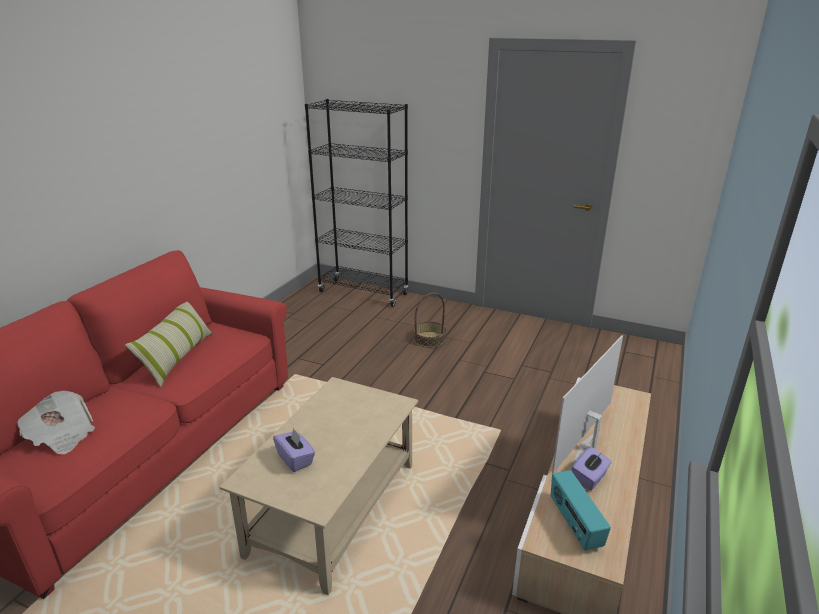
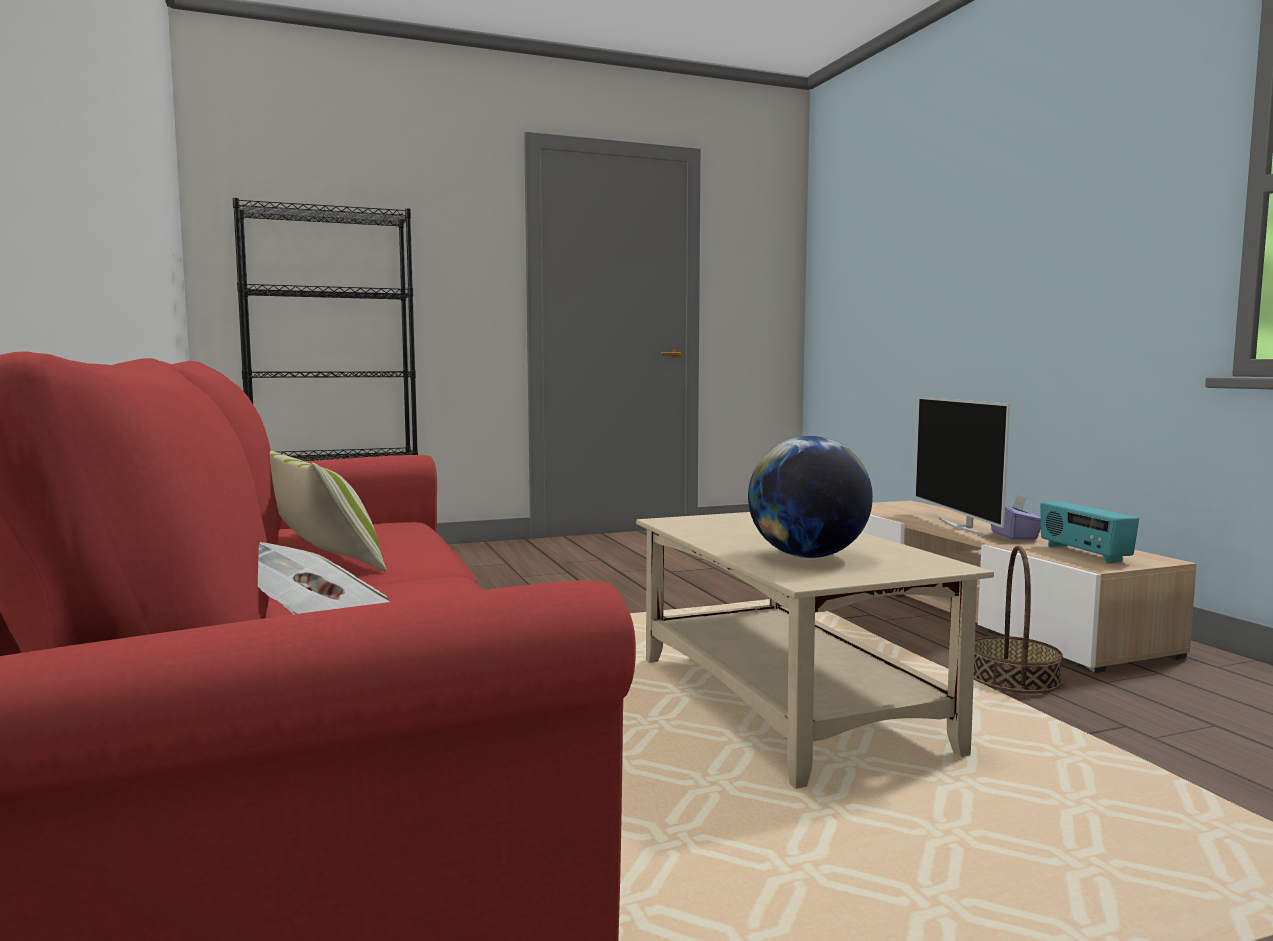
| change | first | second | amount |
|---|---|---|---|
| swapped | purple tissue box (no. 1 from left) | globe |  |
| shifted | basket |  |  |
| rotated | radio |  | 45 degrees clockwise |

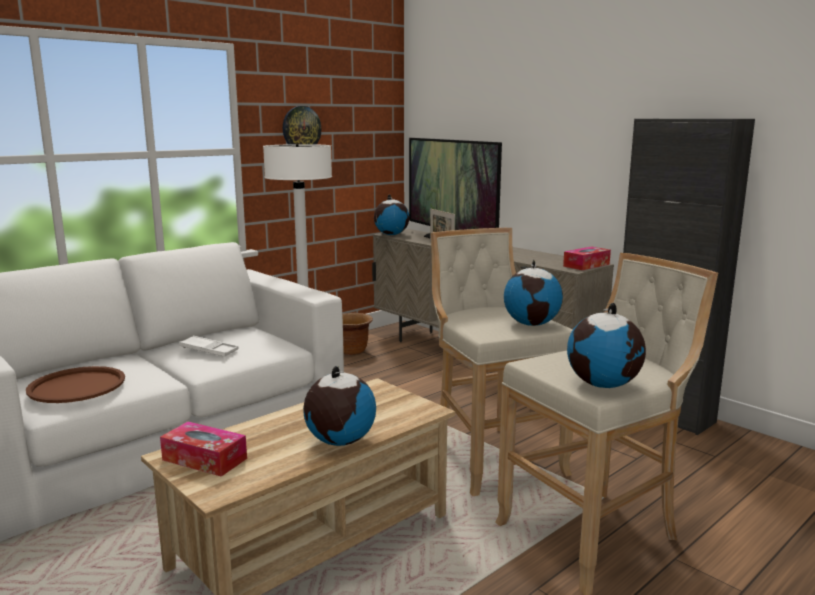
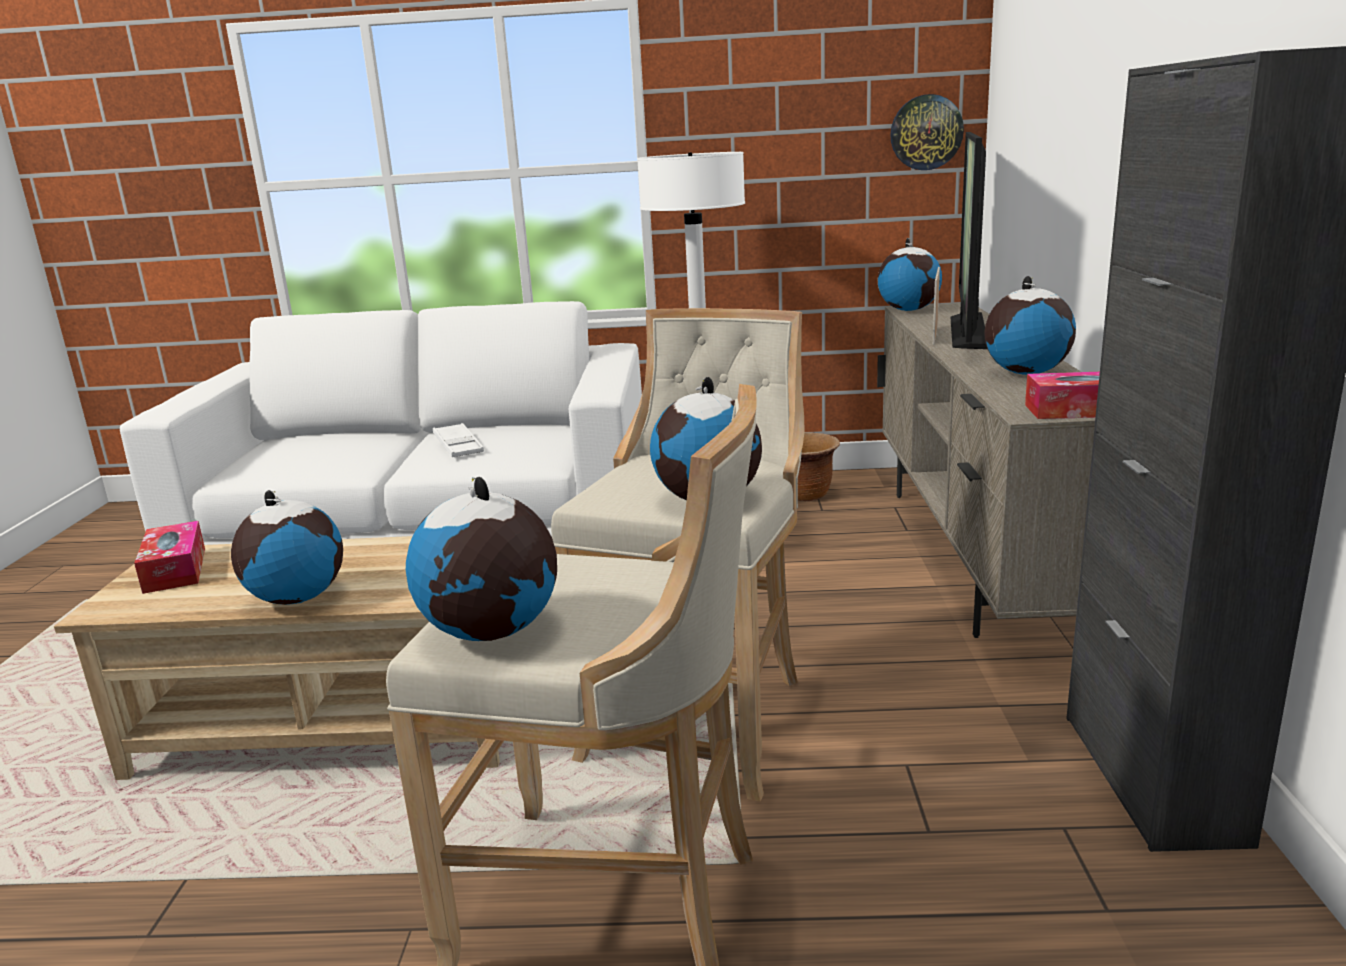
| change | first | second | amount |
|---|---|---|---|
| shifted | wall clock |  |  |
| new |  | globe (no. 5 from left) |  |
| gone | brown tray |  |  |

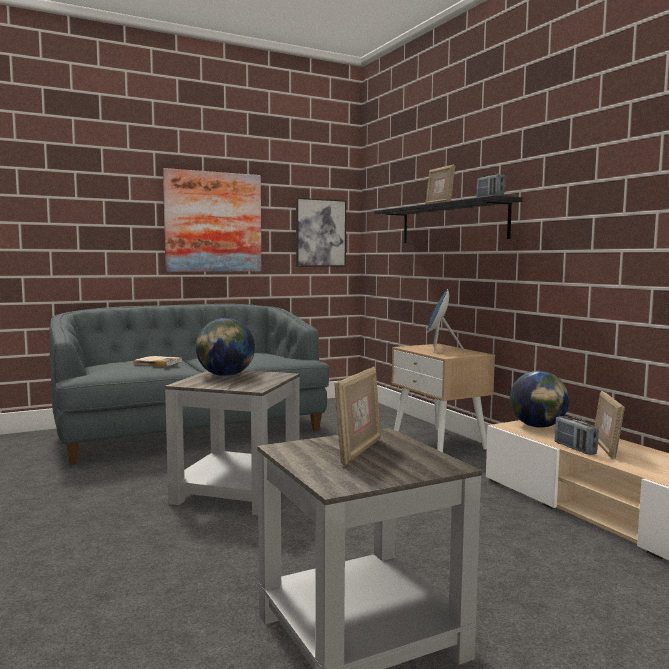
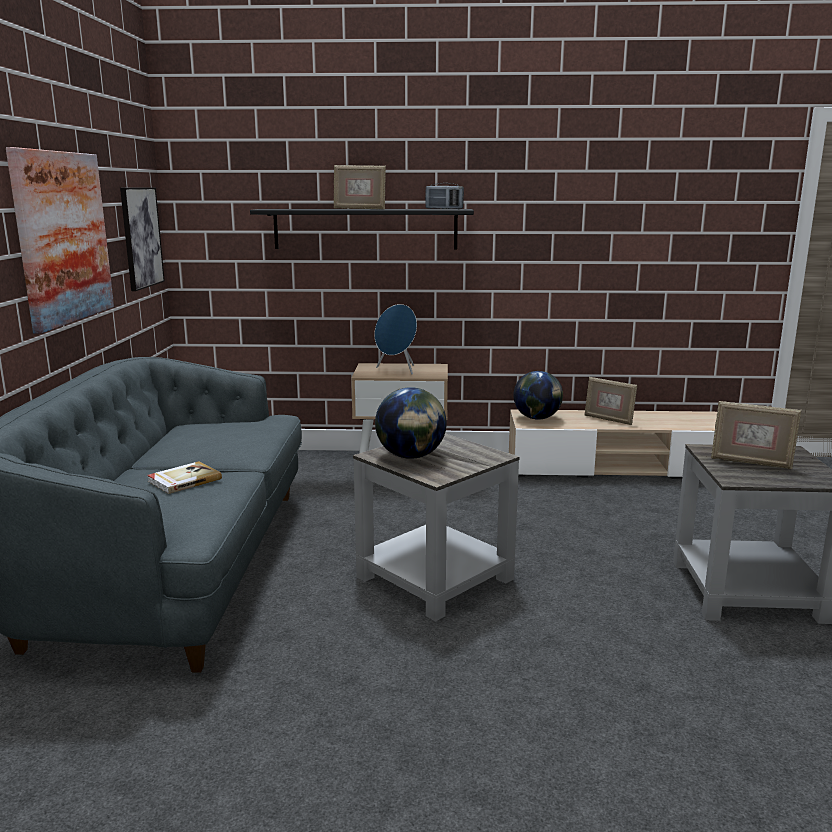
| change | first | second | amount |
|---|---|---|---|
| rotated | picture frame (no. 1 from left in the first image) | picture frame (no. 3 from left) | 150 degrees clockwise |
| gone | radio (no. 2 from left) |  |  |

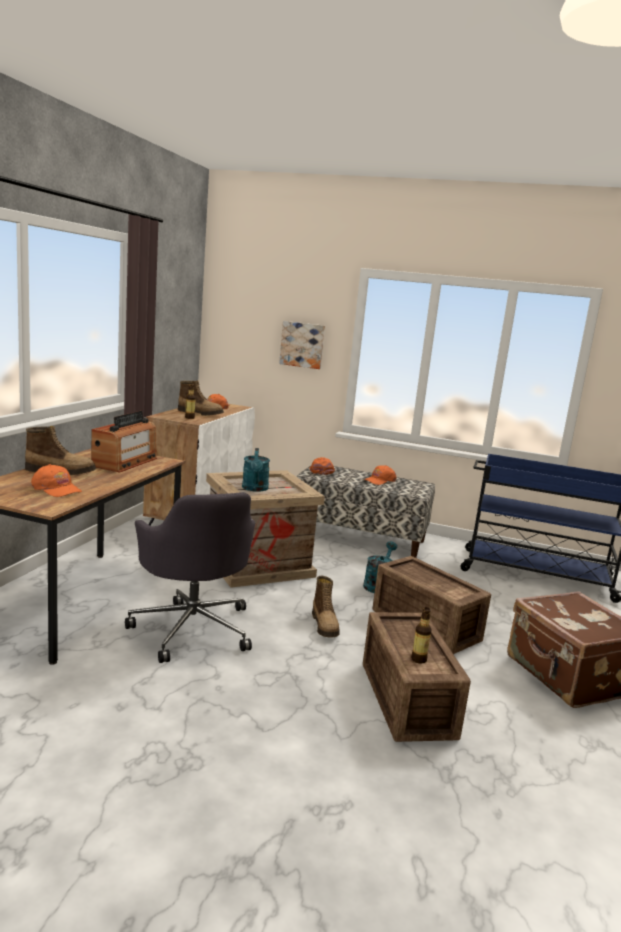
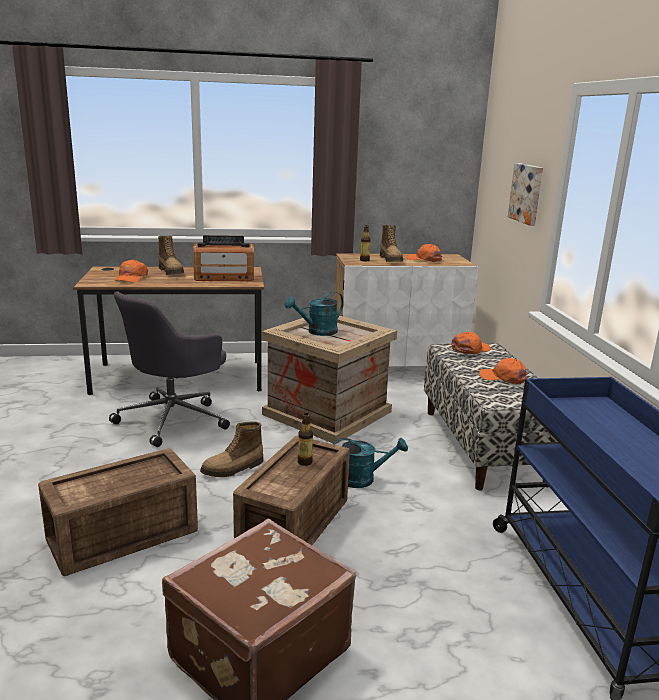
| change | first | second | amount |
|---|---|---|---|
| shifted | bottle (no. 2 from left in the first image) | bottle (no. 1 from left) |  |

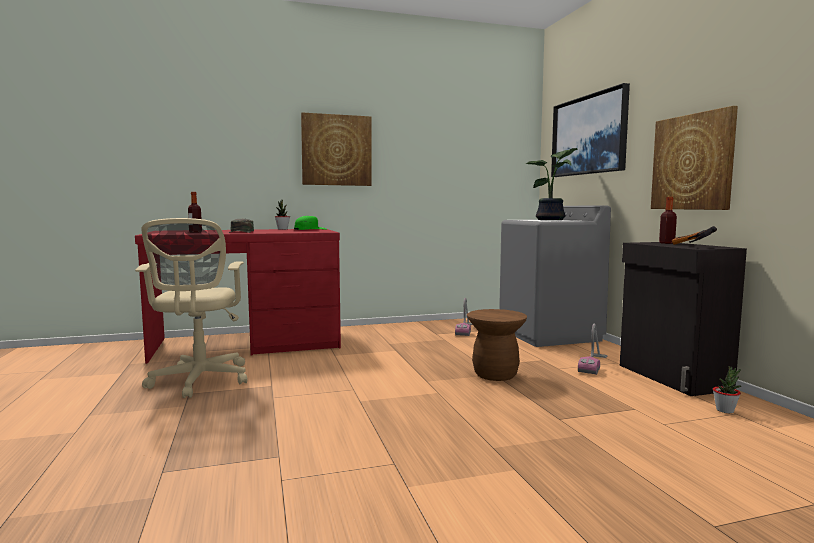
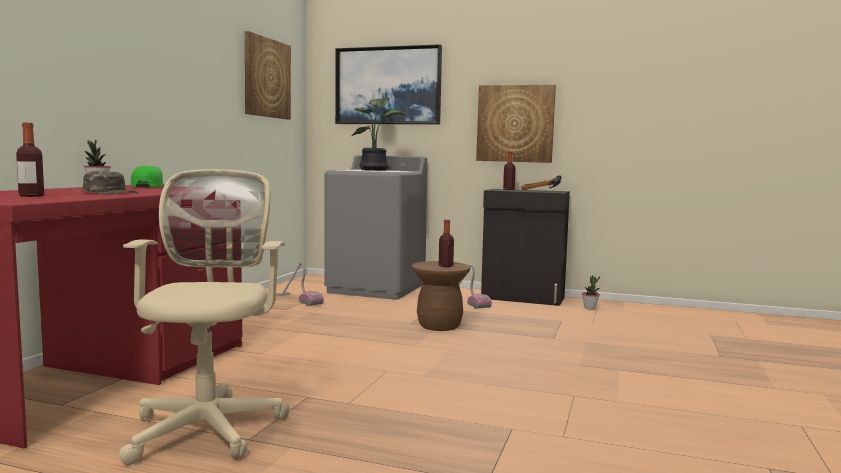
| change | first | second | amount |
|---|---|---|---|
| rotated | beige office chair |  | 120 degrees counterclockwise |
| shifted | picture (no. 1 from left) |  |  |
| new |  | bottle (no. 2 from left) |  |

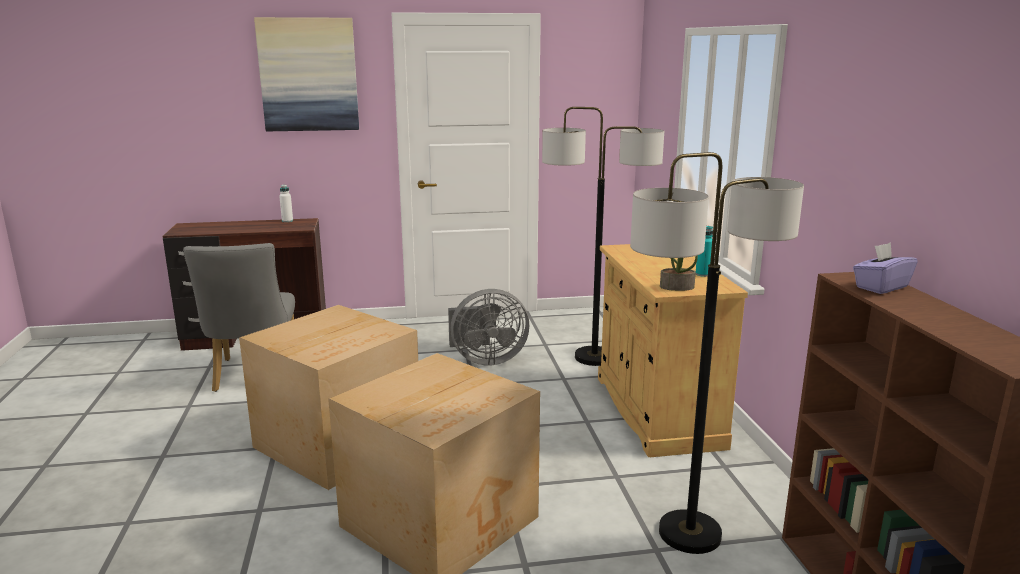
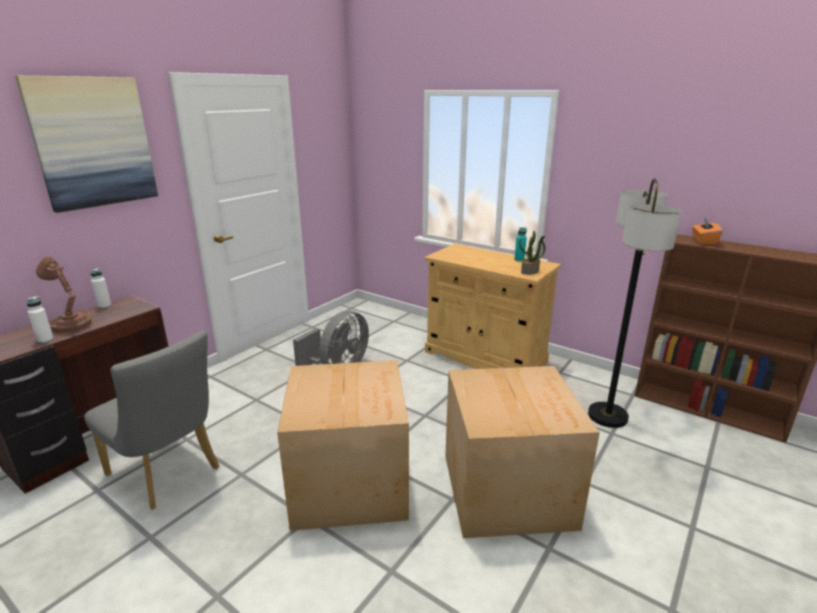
| change | first | second | amount |
|---|---|---|---|
| new |  | white bottle (no. 1 from left) |  |
| new |  | brown table lamp |  |
| repainted | purple tissue box | orange tissue box |  |
| gone | floor lamp (no. 1 from left) |  |  |

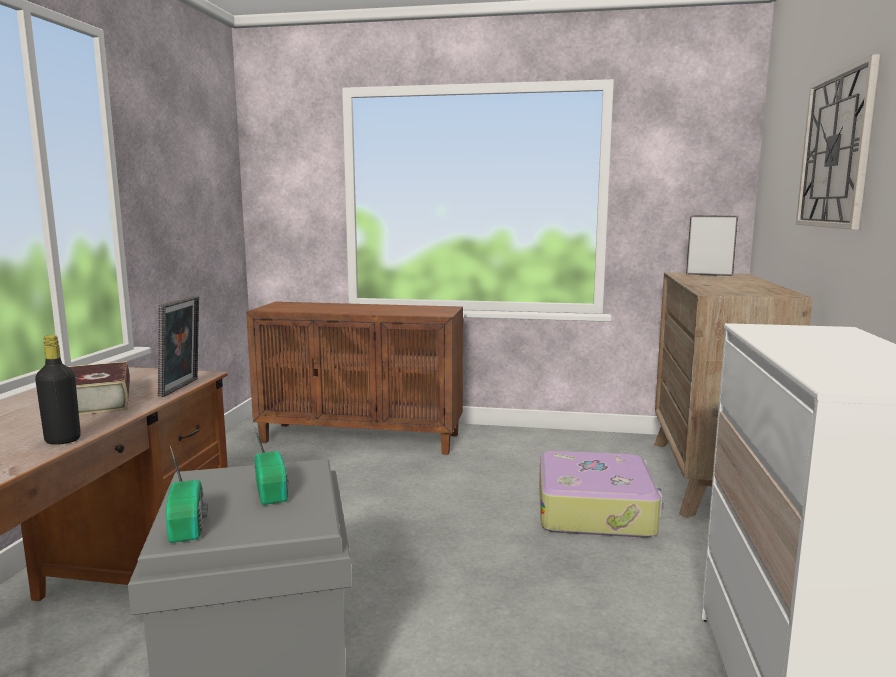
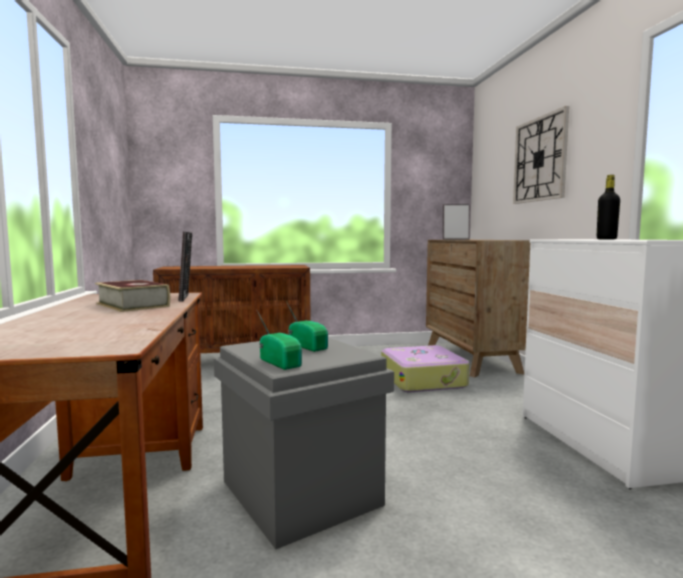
| change | first | second | amount |
|---|---|---|---|
| shifted | black bottle |  |  |

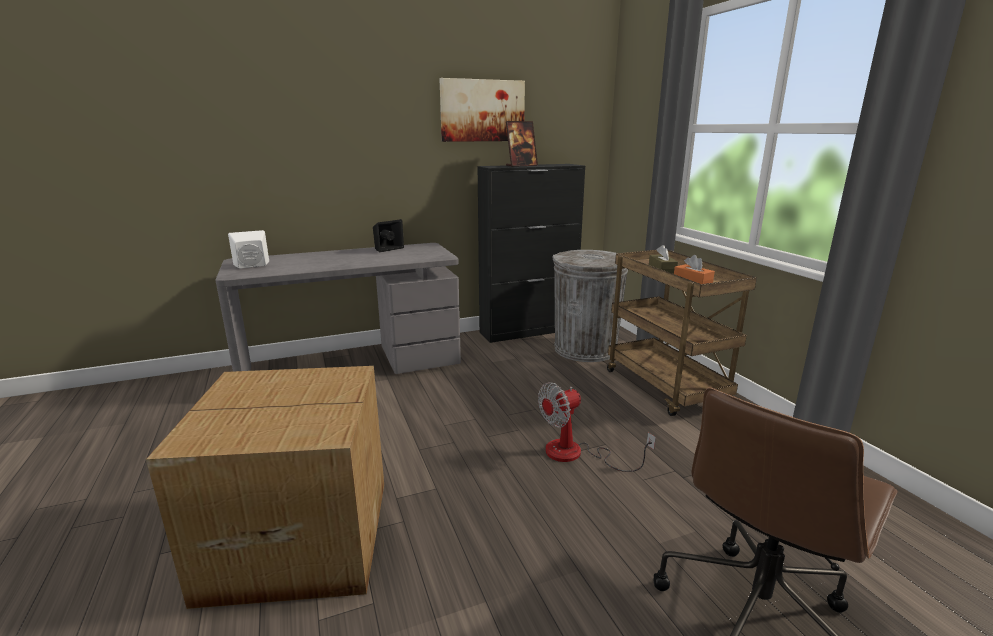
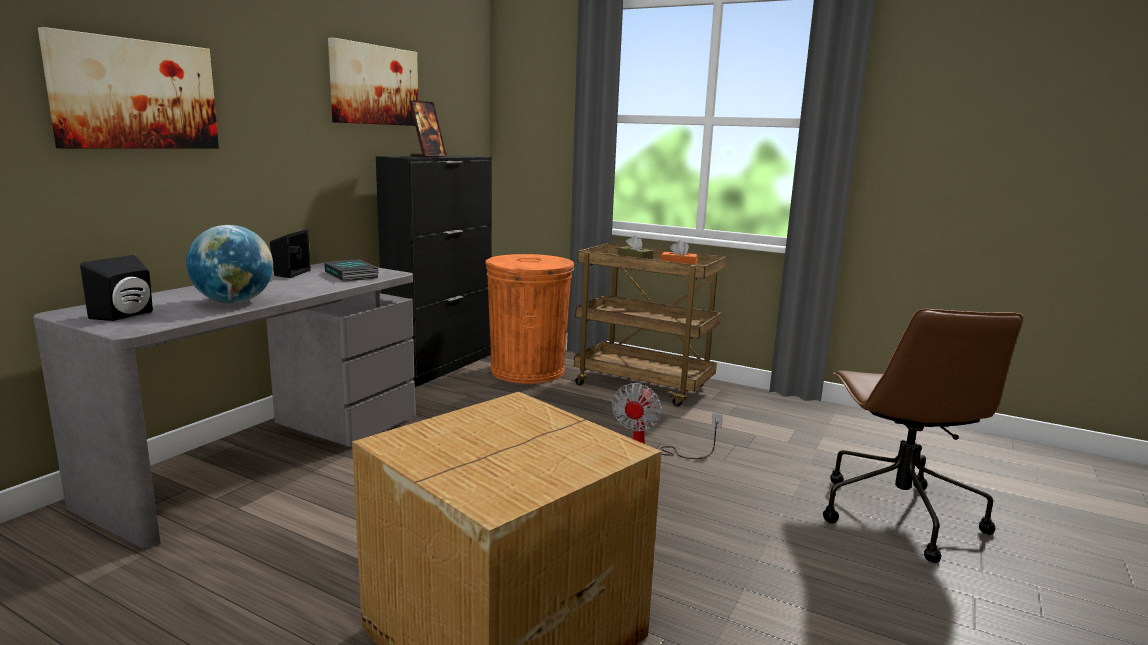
| change | first | second | amount |
|---|---|---|---|
| new |  | picture (no. 1 from left) |  |
| repainted | white speaker | black speaker (no. 1 from left) |  |
| new |  | globe |  |
| new |  | book |  |
| repainted | grey trash can | orange trash can |  |

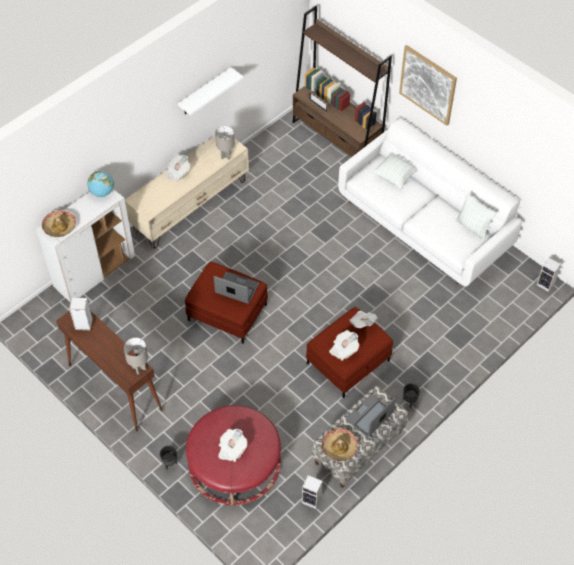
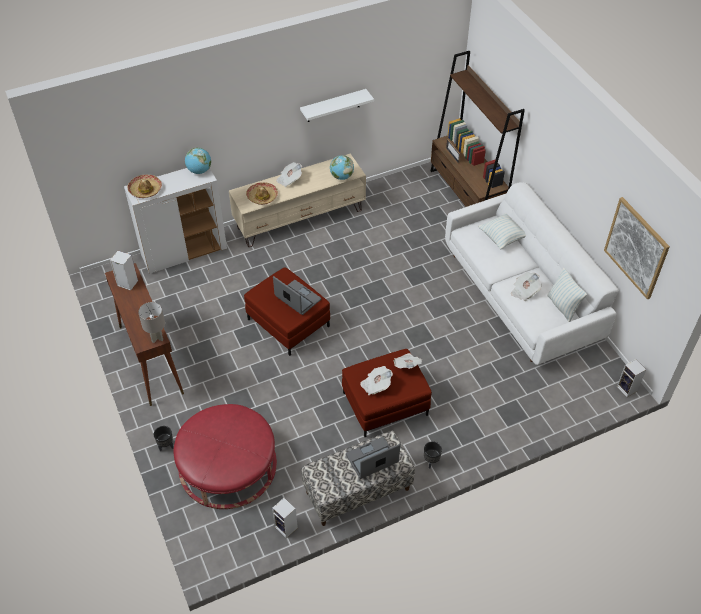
| change | first | second | amount |
|---|---|---|---|
| shifted | hat (no. 2 from left) |  |  |
| swapped | grey table lamp (no. 2 from left) | globe (no. 2 from left) |  |
| shifted | newspaper (no. 2 from left in the first image) | newspaper (no. 4 from left) |  |
| shifted | picture |  |  |

